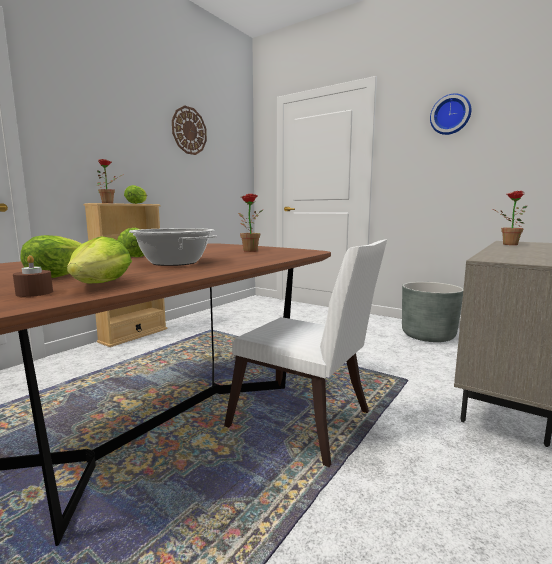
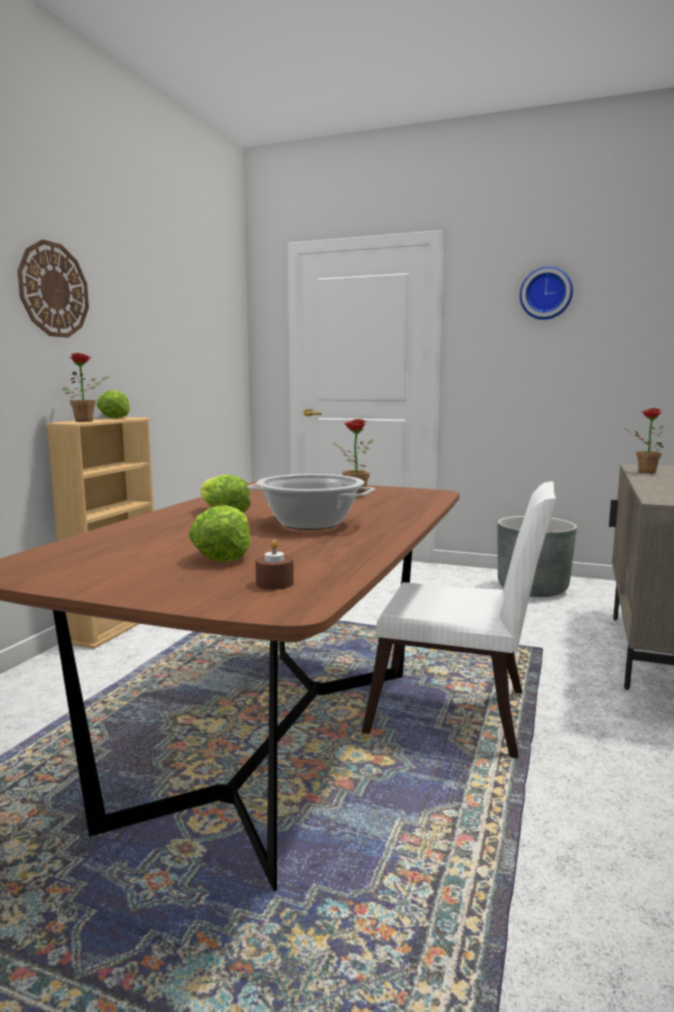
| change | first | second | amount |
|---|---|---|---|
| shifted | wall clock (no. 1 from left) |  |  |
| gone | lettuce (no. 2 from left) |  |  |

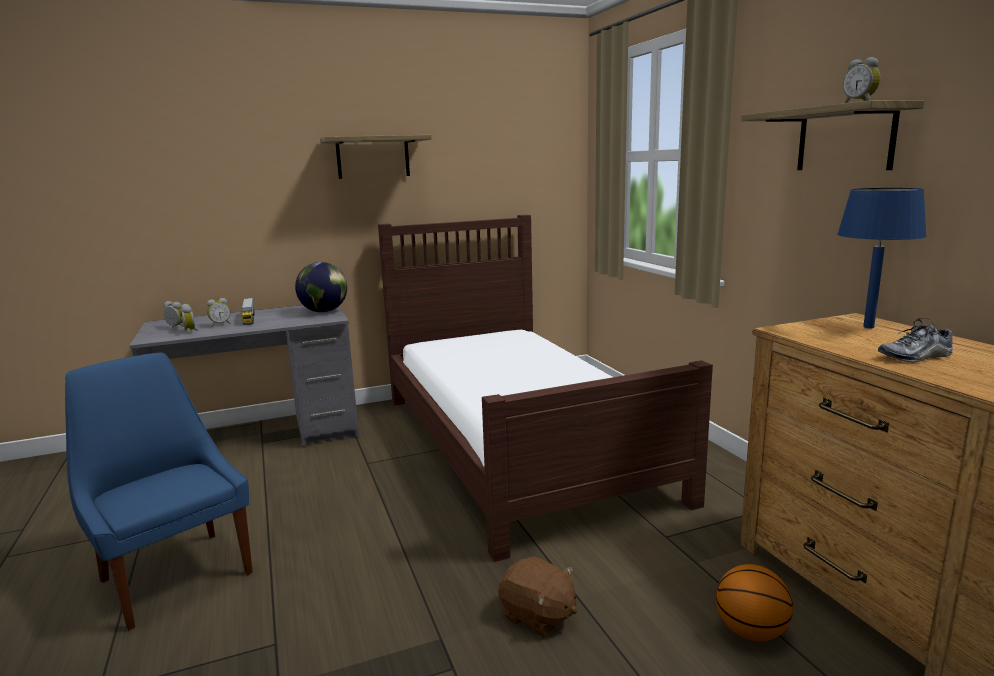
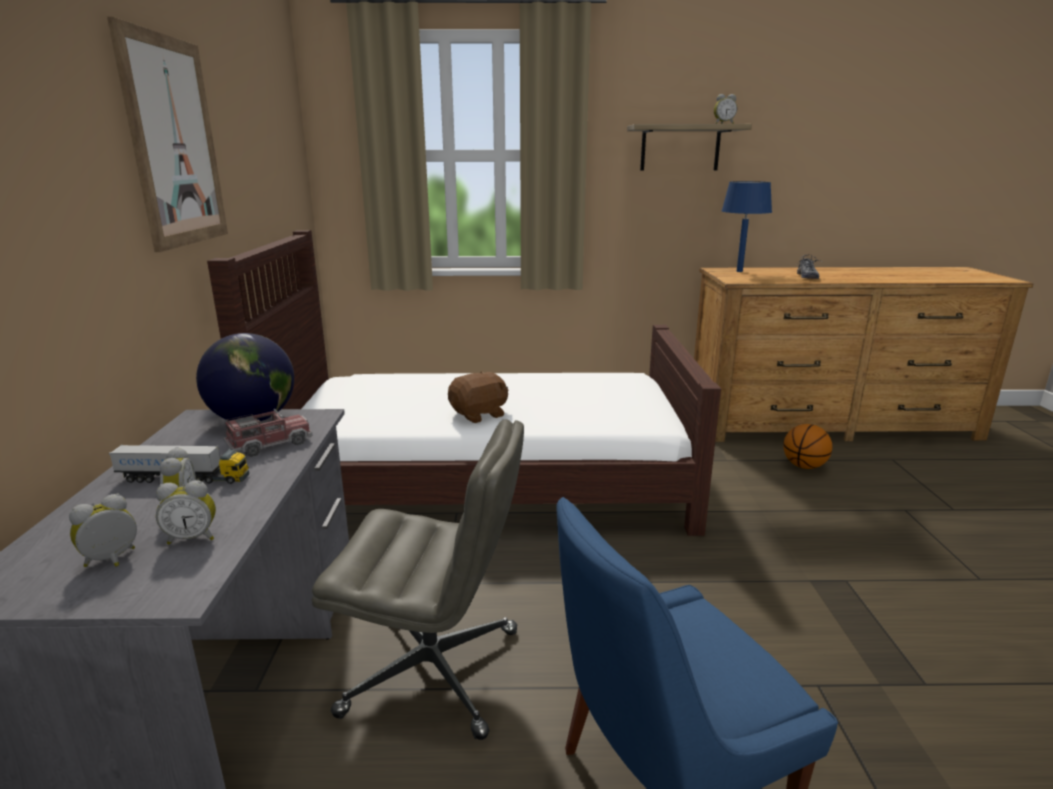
| change | first | second | amount |
|---|---|---|---|
| swapped | shelf (no. 1 from left) | picture |  |
| new |  | toy truck (no. 2 from left) |  |
| new |  | grey office chair |  |
| shifted | brown plush toy |  |  |

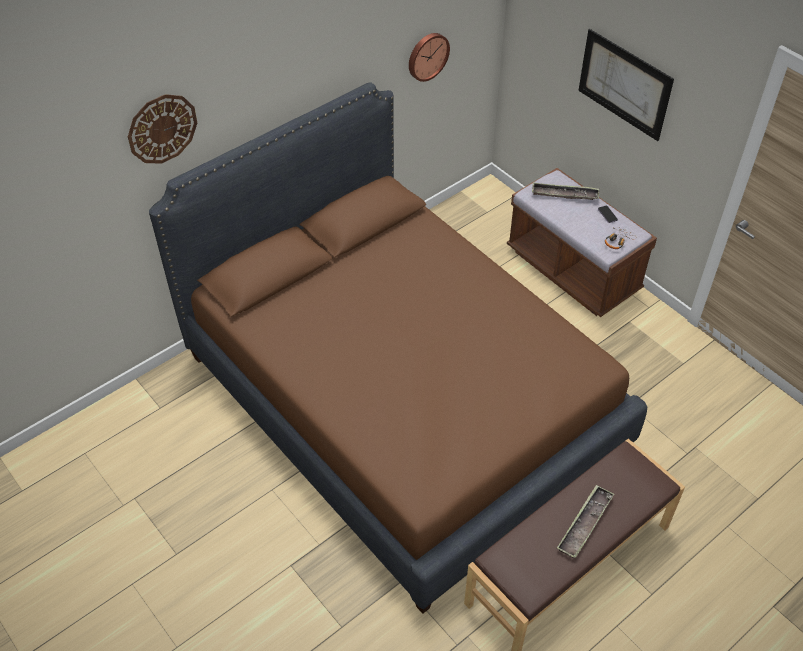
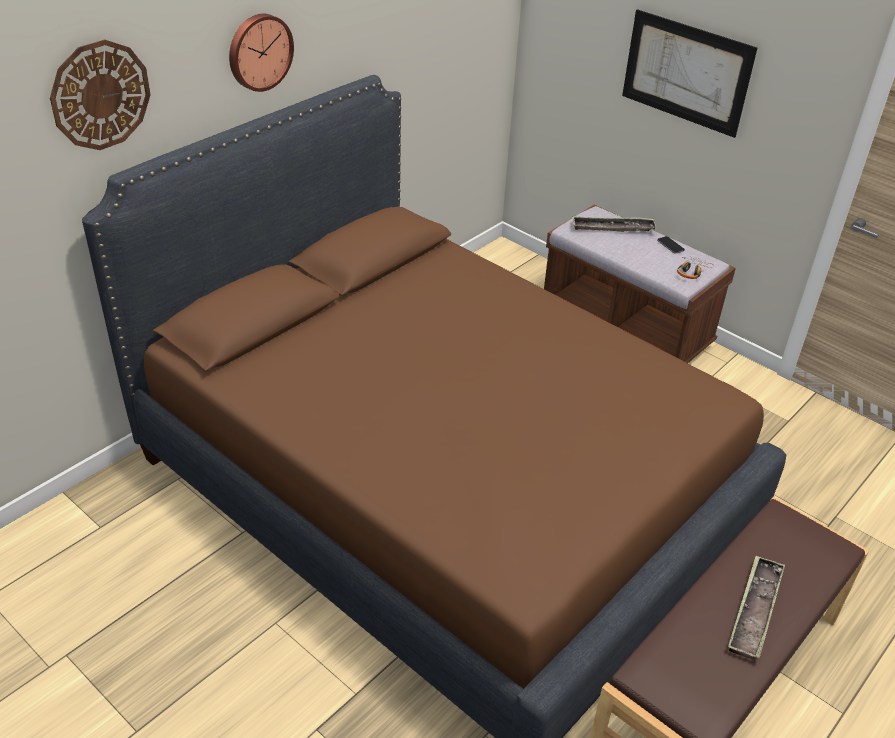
| change | first | second | amount |
|---|---|---|---|
| shifted | wall clock (no. 2 from left) |  |  |

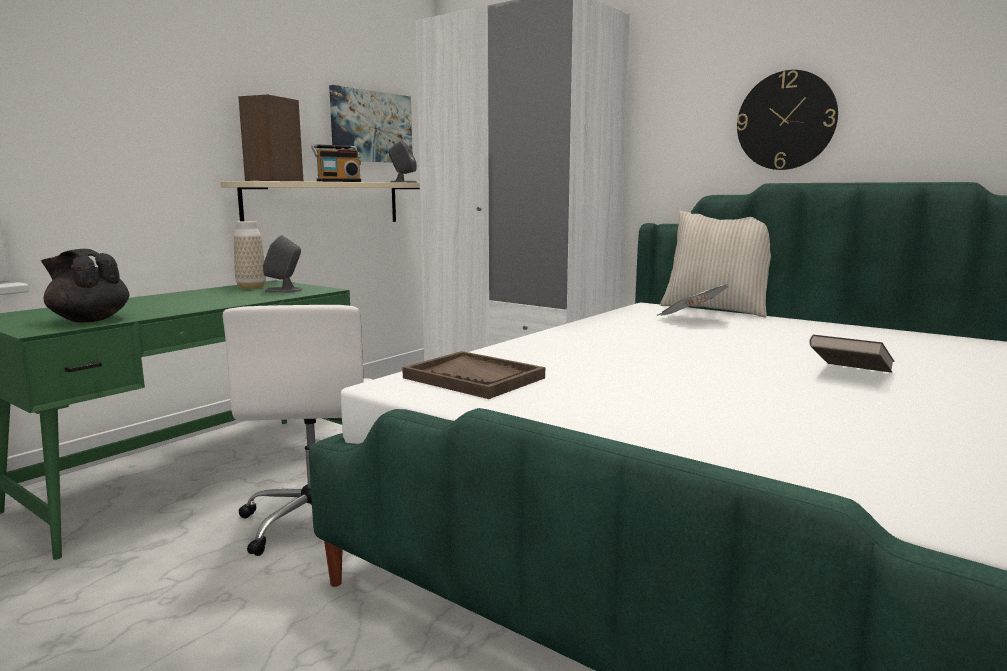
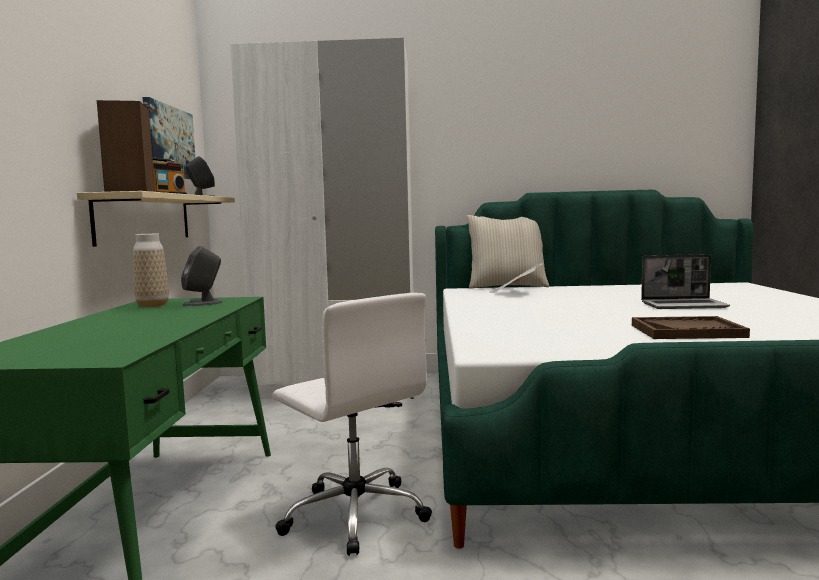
| change | first | second | amount |
|---|---|---|---|
| shifted | brown tray |  |  |
| swapped | brown book | laptop |  |
| gone | black teapot |  |  |
| gone | wall clock |  |  |

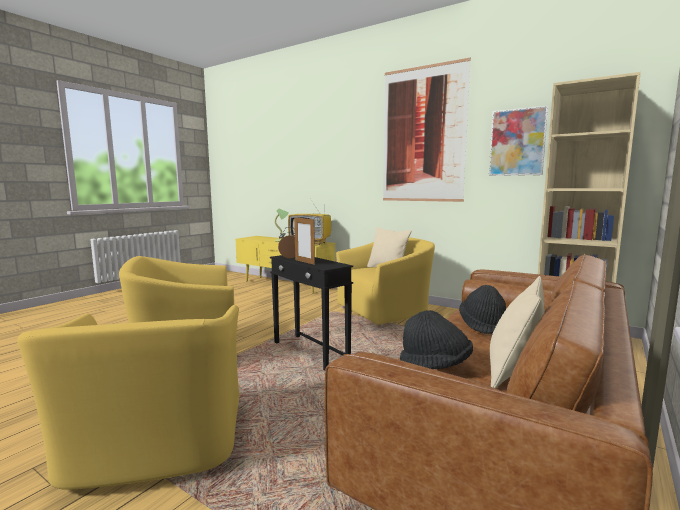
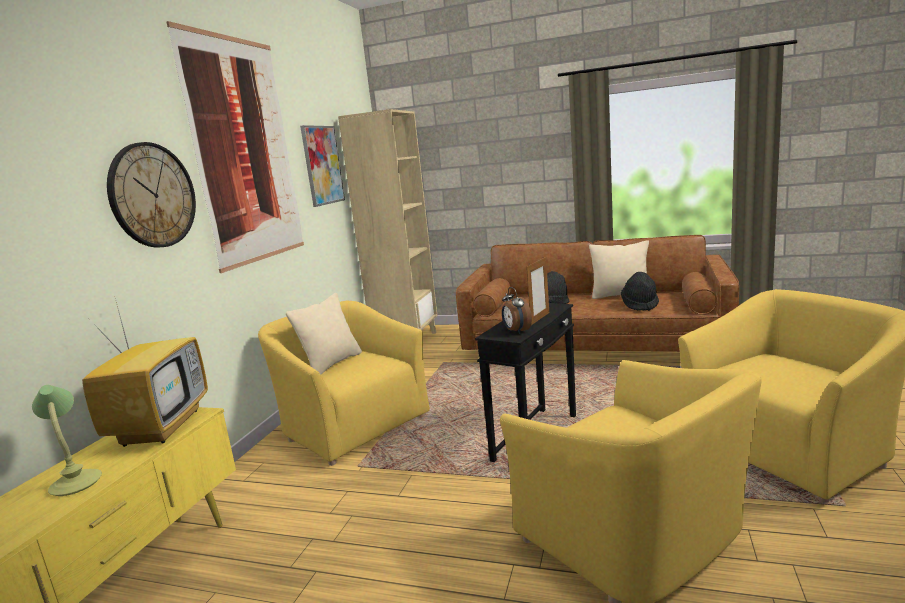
| change | first | second | amount |
|---|---|---|---|
| new |  | wall clock |  |

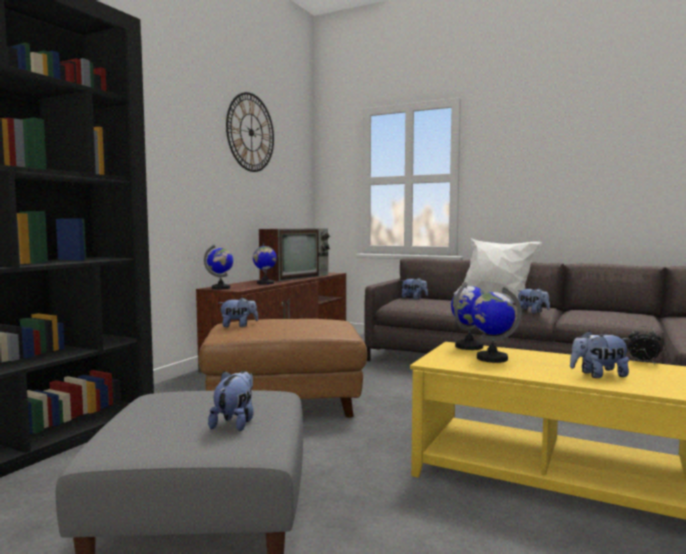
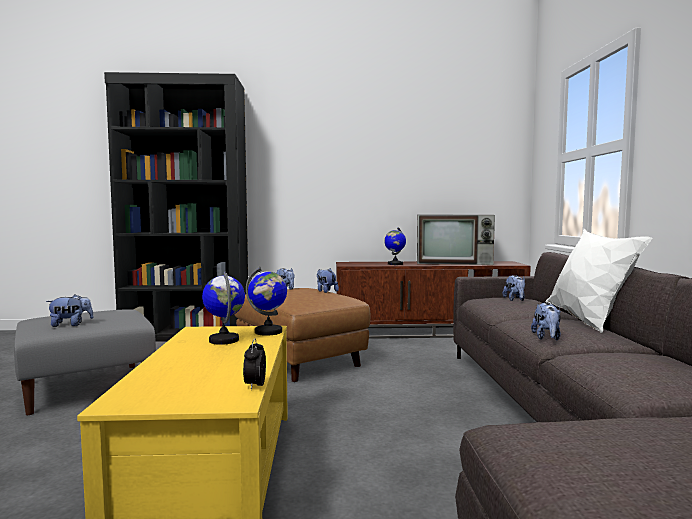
| change | first | second | amount |
|---|---|---|---|
| shifted | plush toy (no. 5 from left in the first image) | plush toy (no. 3 from left) |  |
| gone | globe (no. 1 from left) |  |  |
| gone | wall clock |  |  |

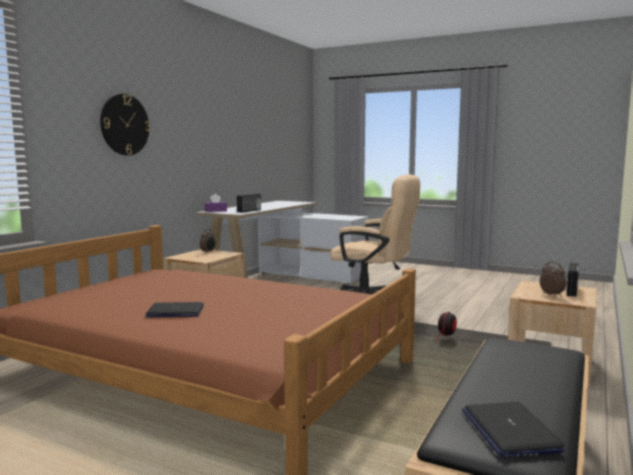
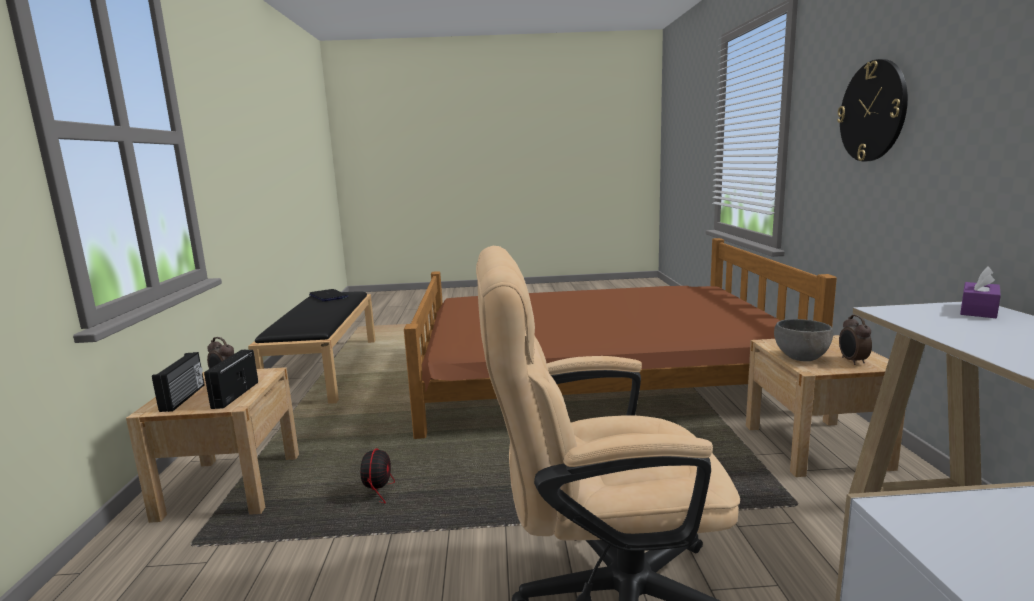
| change | first | second | amount |
|---|---|---|---|
| shifted | radio (no. 1 from left in the first image) | radio (no. 2 from left) |  |
| new |  | grey bowl |  |
| gone | laptop (no. 1 from left) |  |  |

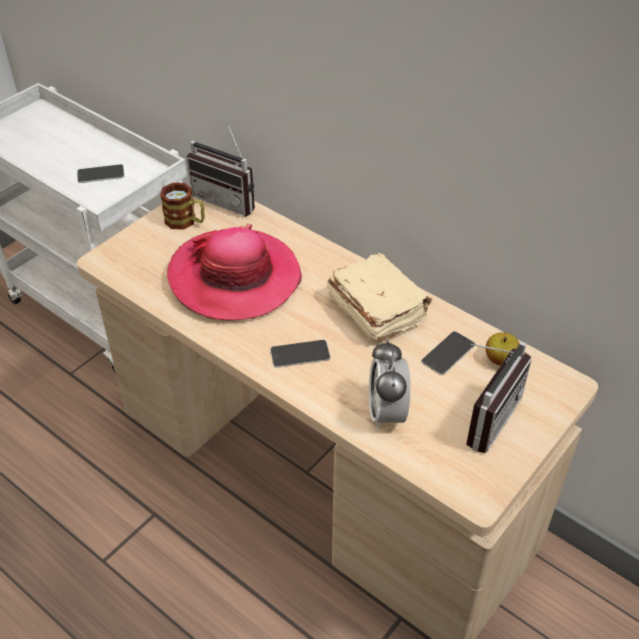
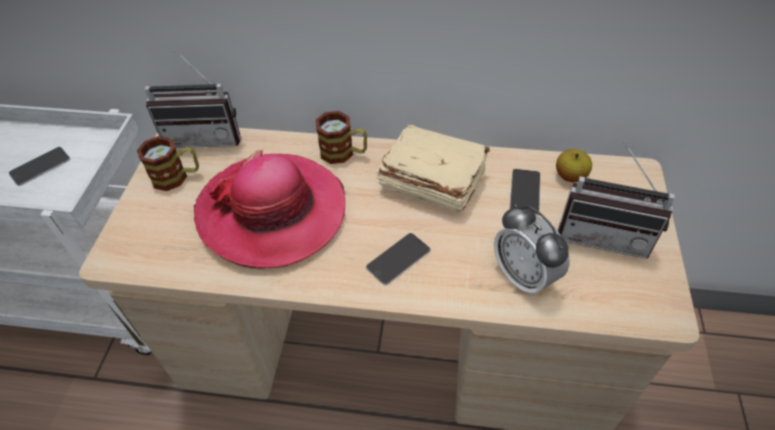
| change | first | second | amount |
|---|---|---|---|
| new |  | mug (no. 2 from left) |  |
| rotated | radio (no. 2 from left) |  | 105 degrees clockwise |

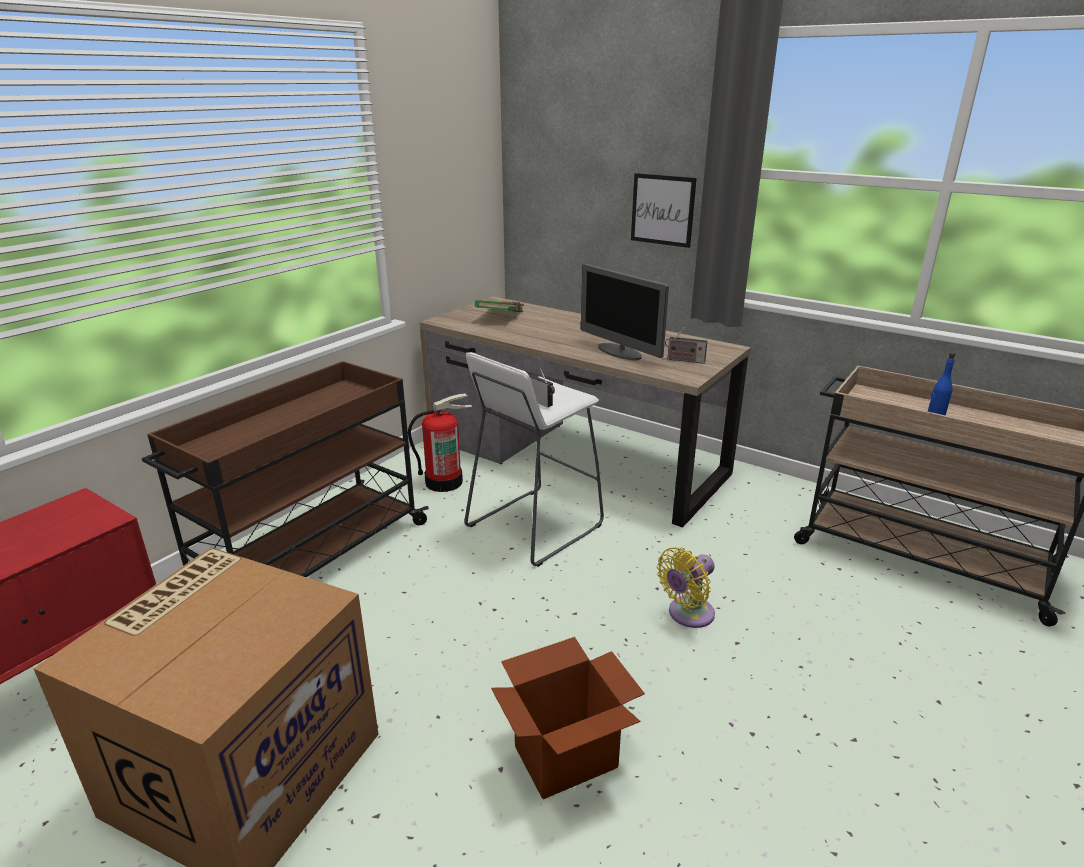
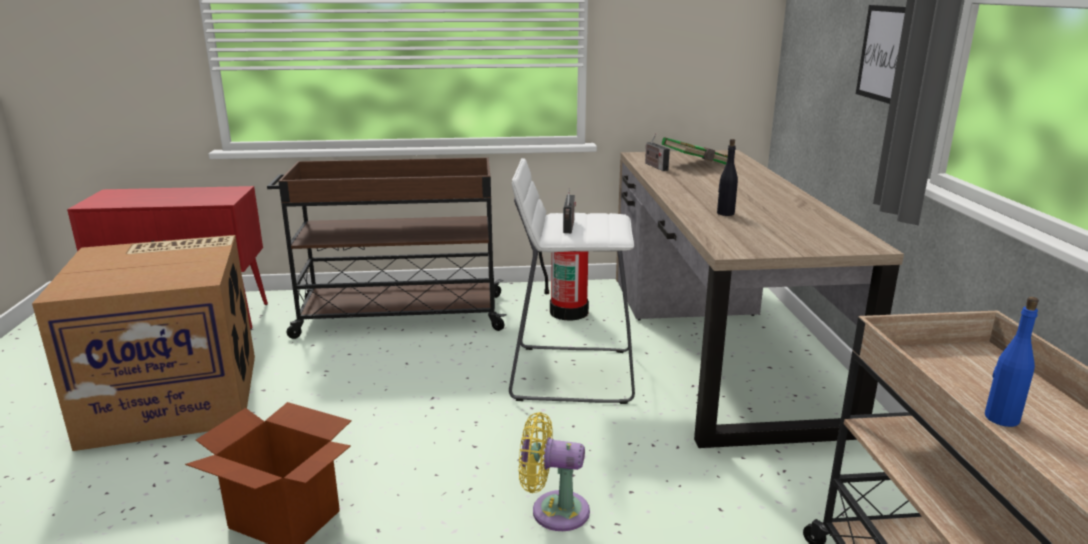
| change | first | second | amount |
|---|---|---|---|
| shifted | radio (no. 2 from left) |  |  |
| swapped | monitor | black bottle |  |

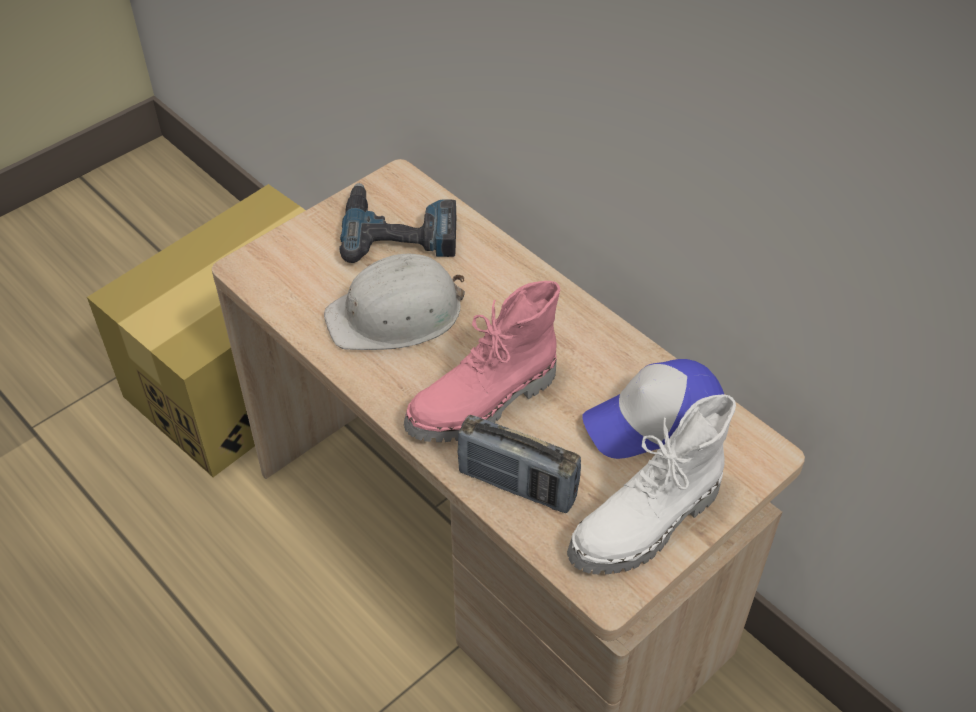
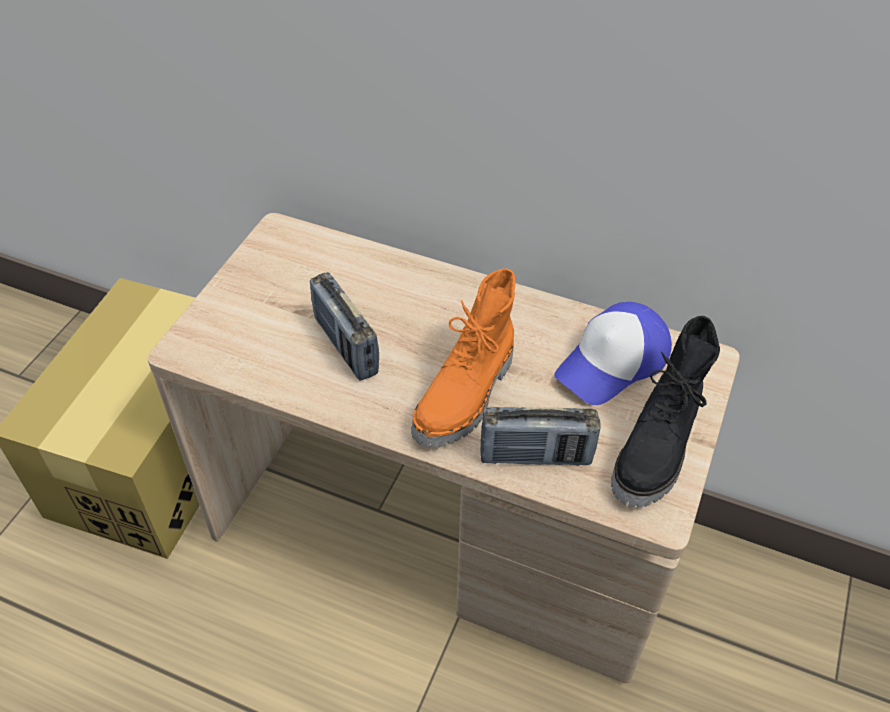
| change | first | second | amount |
|---|---|---|---|
| swapped | white hard hat | radio (no. 1 from left) |  |
| repainted | pink boot | orange boot |  |
| repainted | white boot | black boot |  |
| gone | power drill |  |  |

